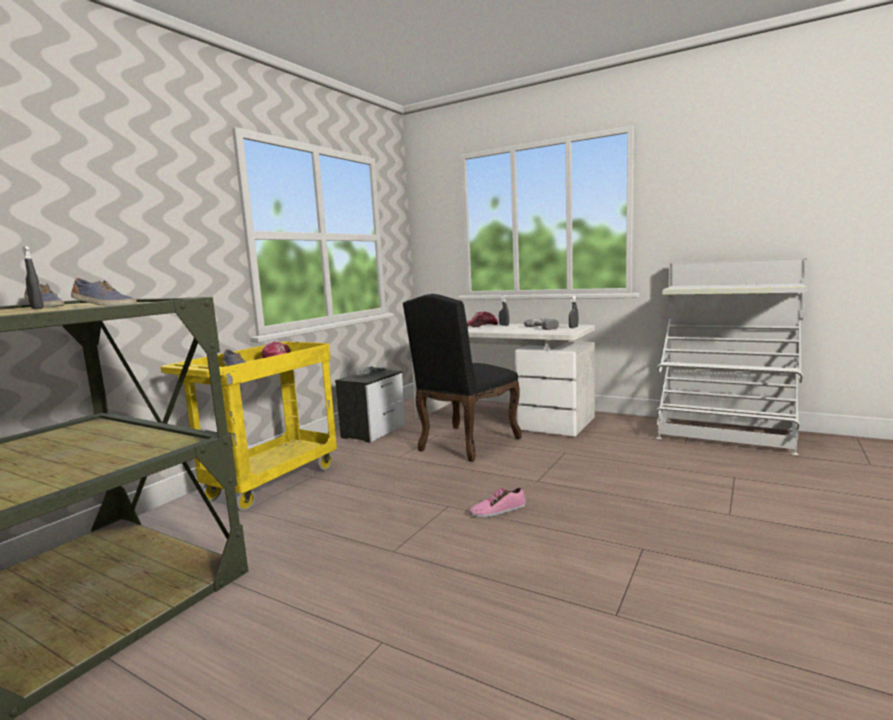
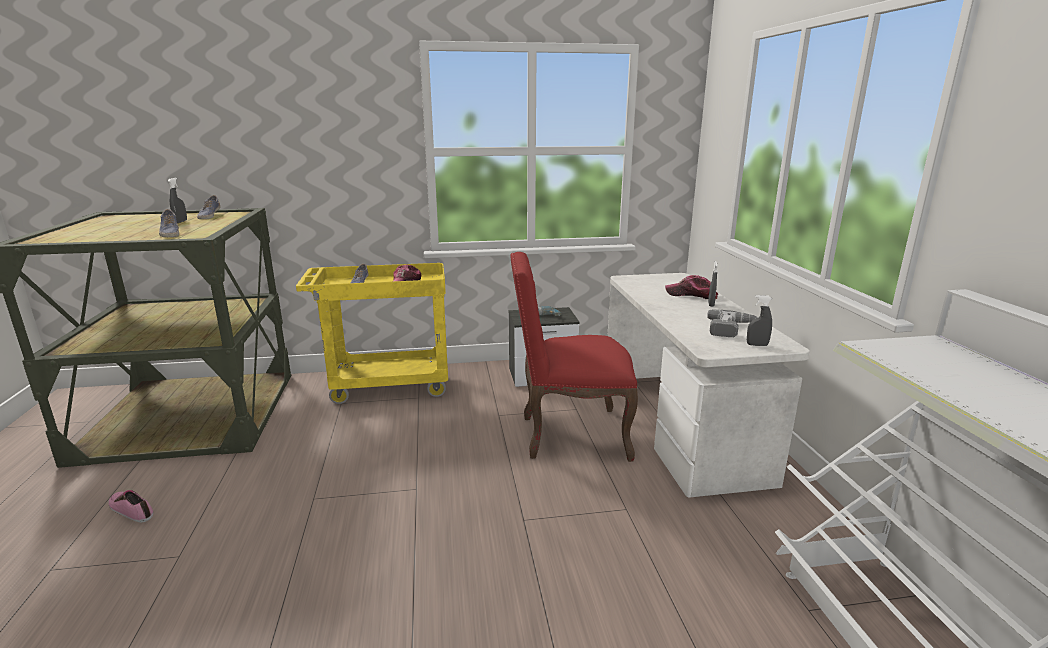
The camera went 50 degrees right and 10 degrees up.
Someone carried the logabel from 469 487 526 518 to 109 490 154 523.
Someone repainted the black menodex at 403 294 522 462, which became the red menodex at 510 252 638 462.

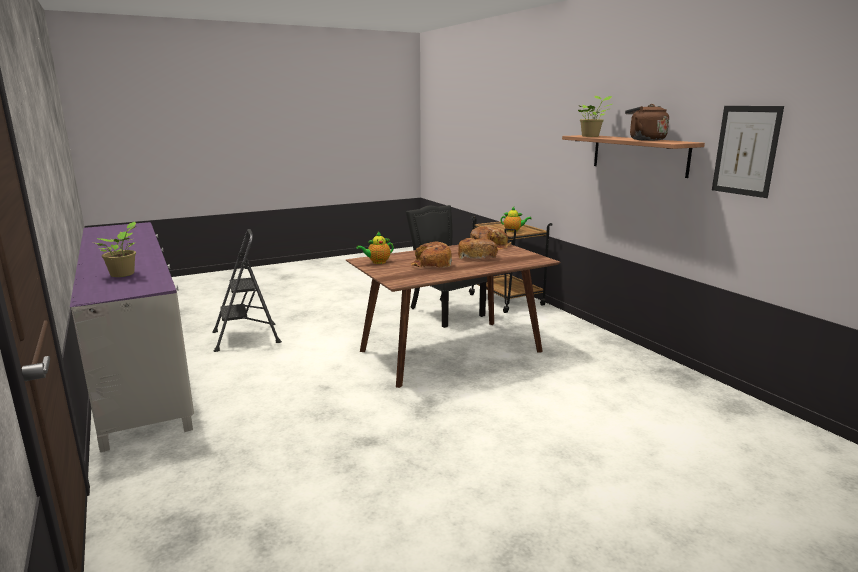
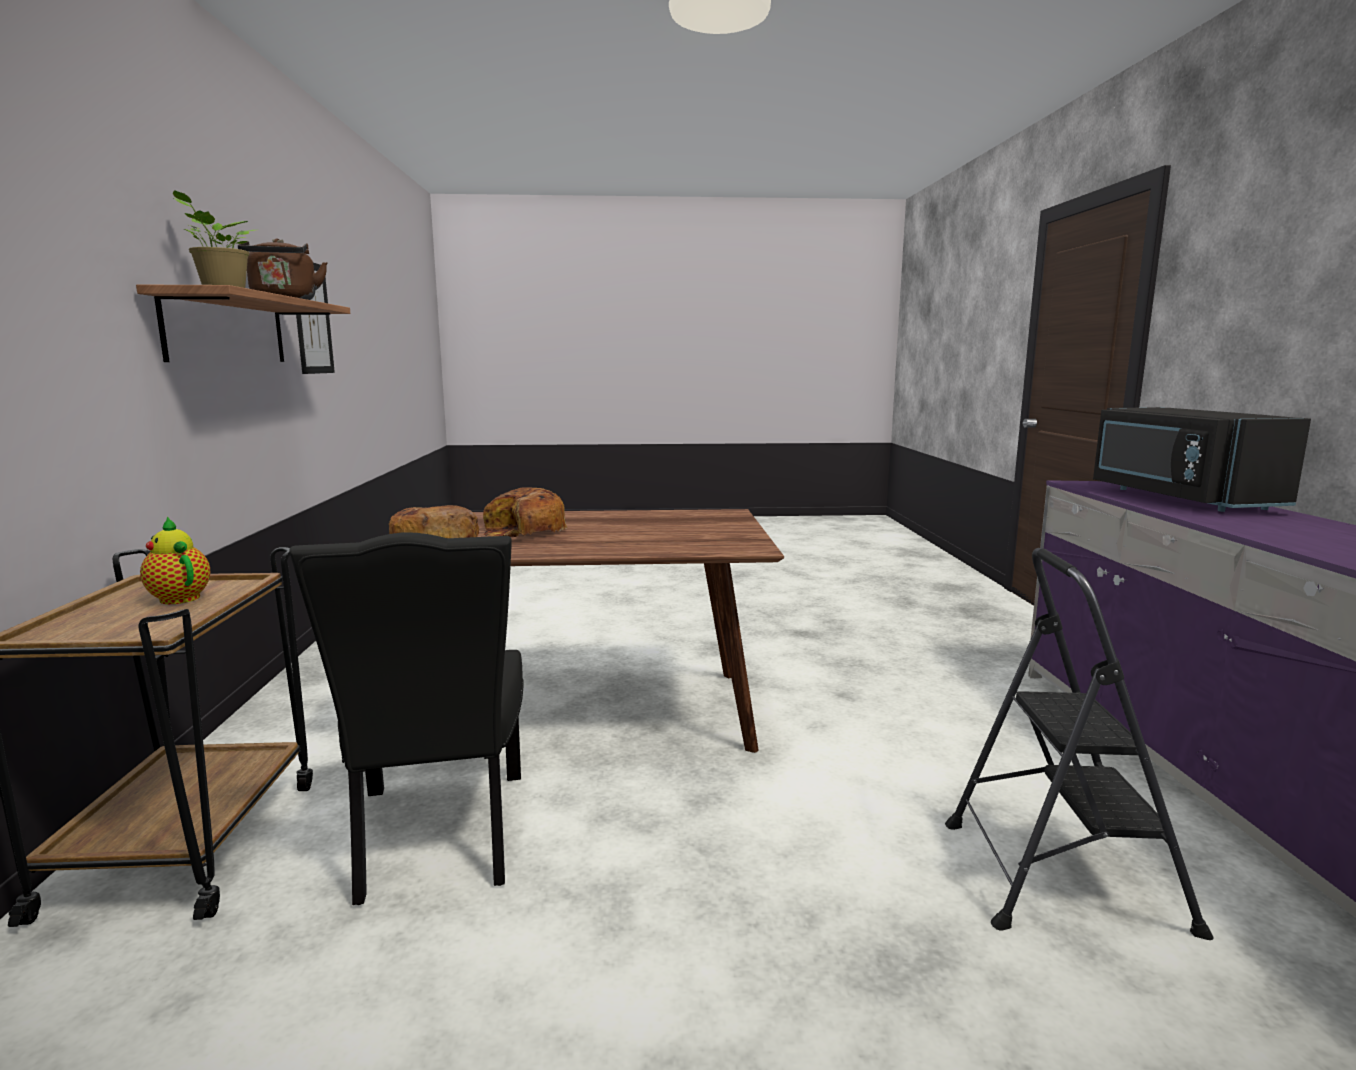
The camera went 155 degrees left and 5 degrees down.
Someone took away the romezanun at 357 232 394 264.
Someone took away the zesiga at 411 241 452 268.
Someone swapped the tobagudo at 96 222 136 277 for the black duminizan at 1093 407 1311 512.

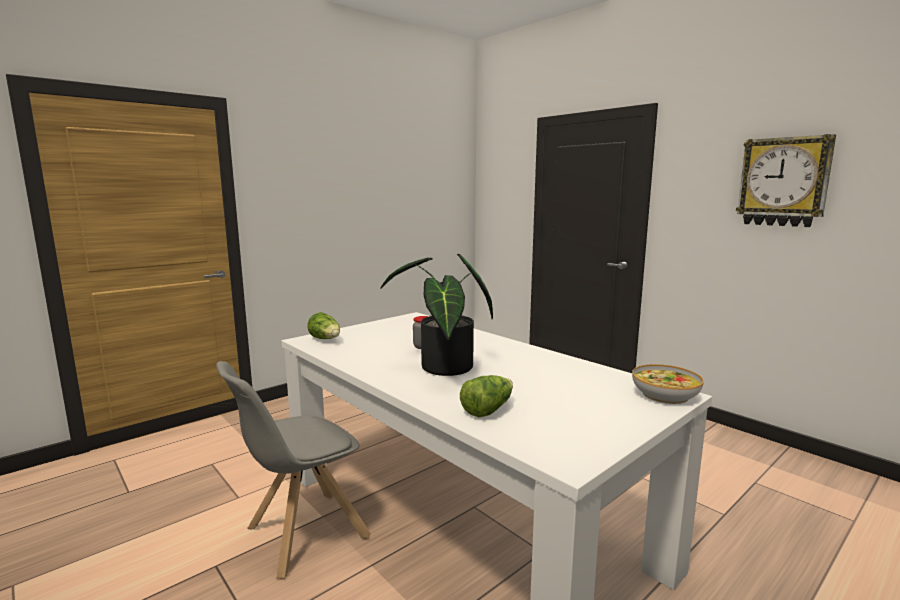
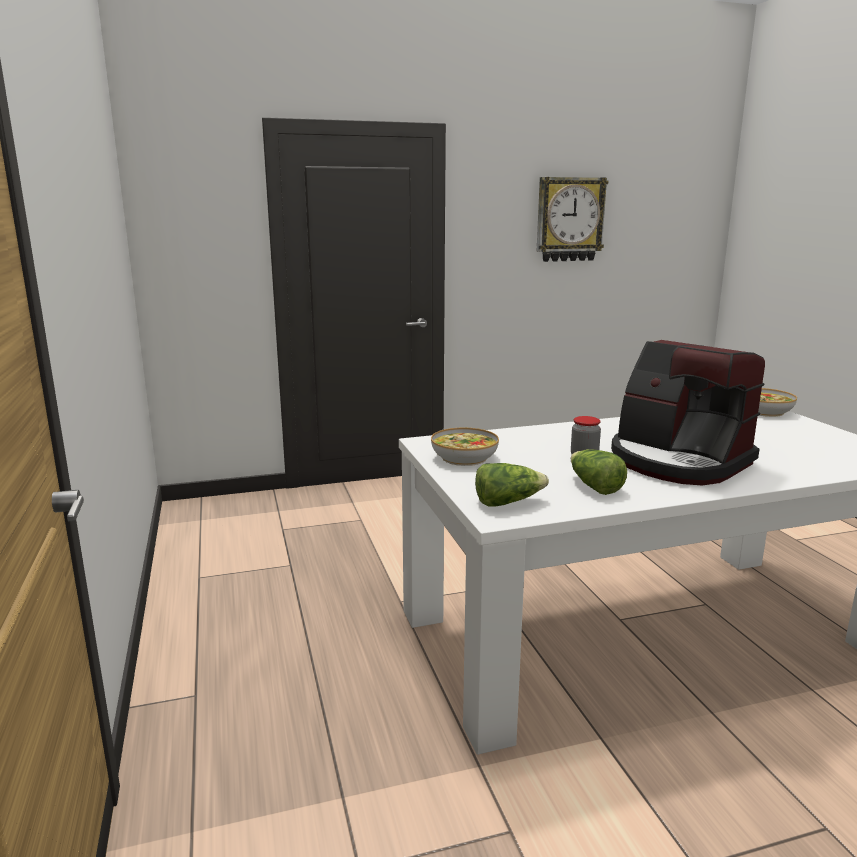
The camera went 65 degrees left and 5 degrees up.
Someone took away the grey menodex at 216 361 371 579.
Someone put down the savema at 431 428 499 466.
Someone carried the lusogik from 460 375 513 417 to 571 449 627 495.
Someone swapped the tobagudo at 380 254 493 376 for the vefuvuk at 611 340 765 486.

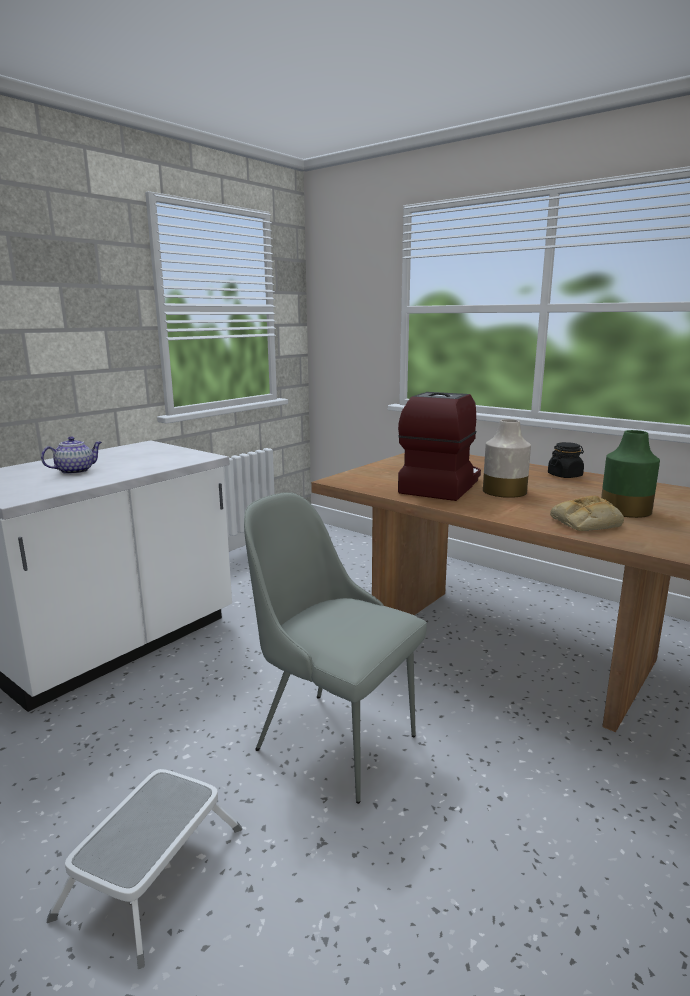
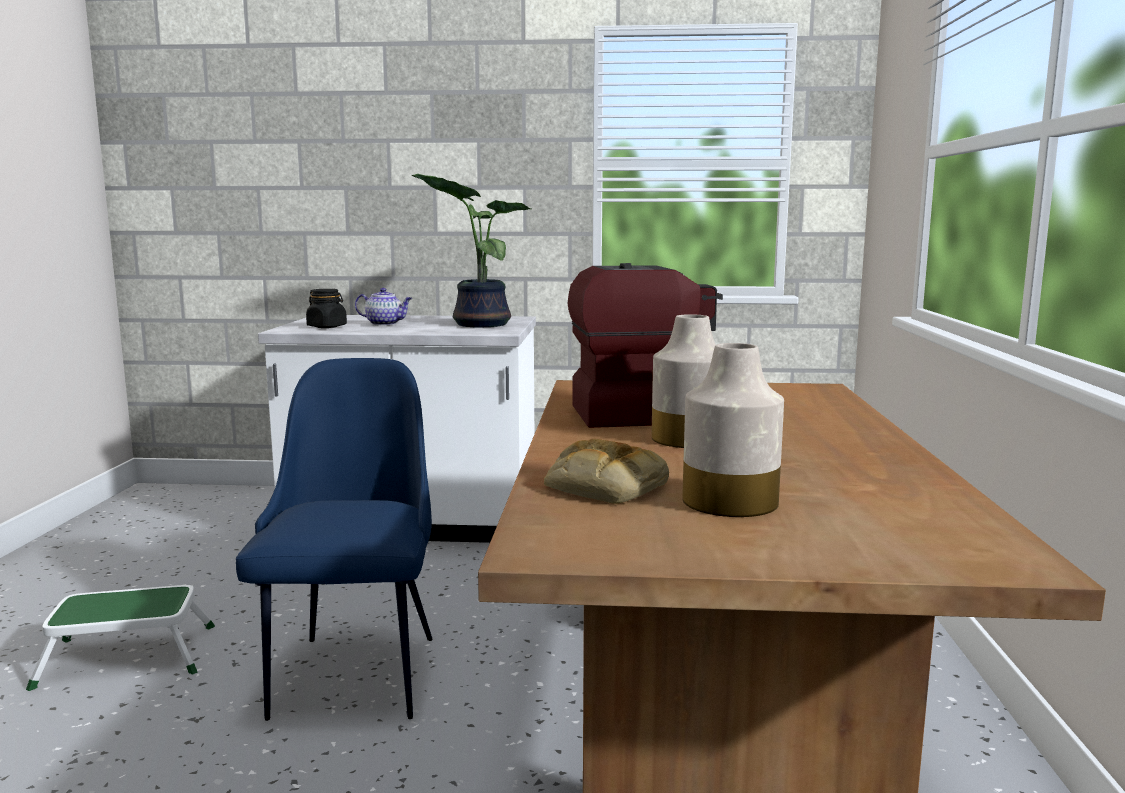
The camera went 55 degrees right and 5 degrees down.
Someone put down the tobagudo at 412 174 531 327.
Someone carried the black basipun from 548 442 584 478 to 306 289 347 328.
Someone repainted the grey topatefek at 47 769 242 969, which became the green topatefek at 26 585 215 691.
Someone repainted the grey menodex at 244 492 427 804, which became the blue menodex at 236 358 432 721.
Someone repainted the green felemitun at 601 430 660 518, which became the beige felemitun at 682 343 784 517.

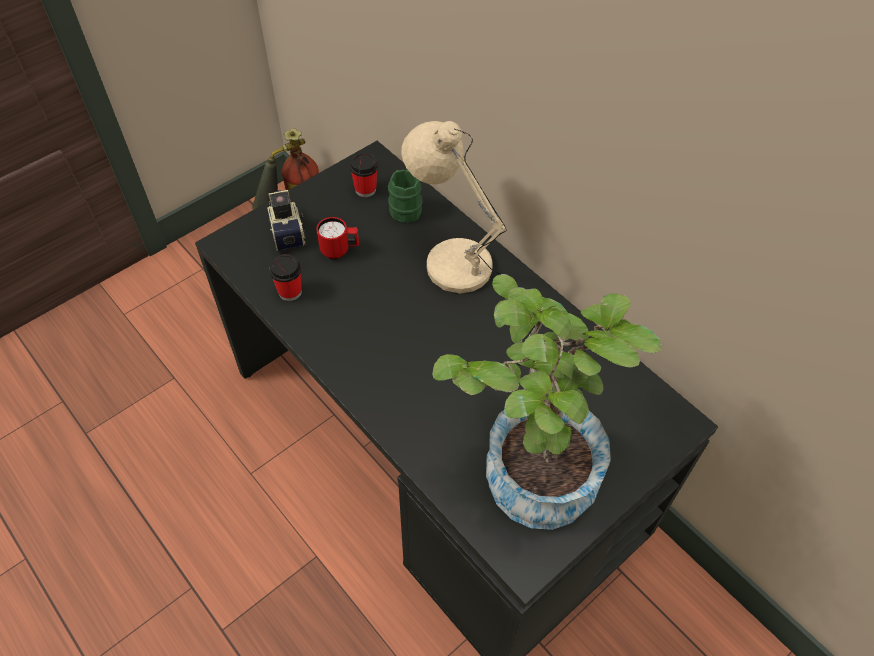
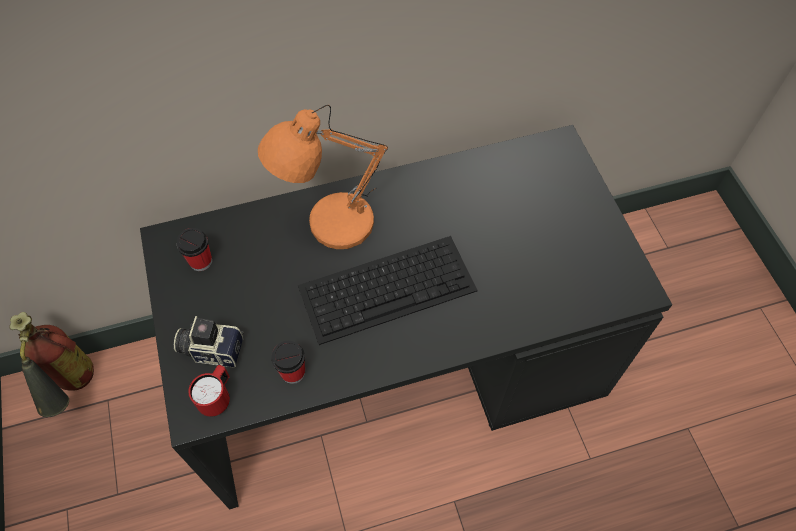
The camera went 65 degrees left and 5 degrees up.
Someone took away the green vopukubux at 388 170 423 223.
Someone took away the tobagudo at 432 274 662 530.
Someone put down the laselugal at 298 236 478 345.
Someone carried the red vopukubux from 316 217 359 259 to 188 365 230 417.
Someone repainted the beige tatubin at 401 121 515 294, which became the orange tatubin at 258 105 388 249.

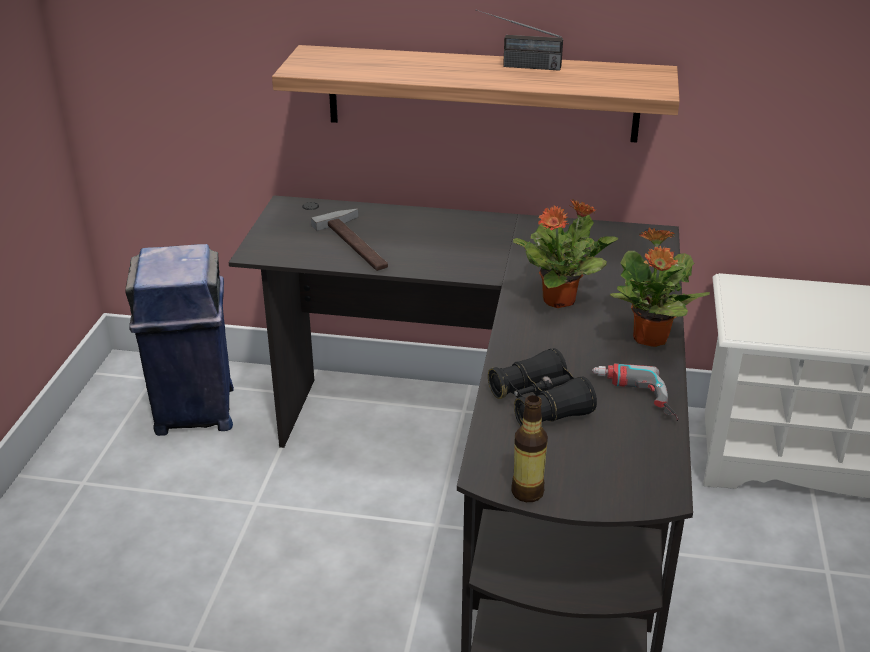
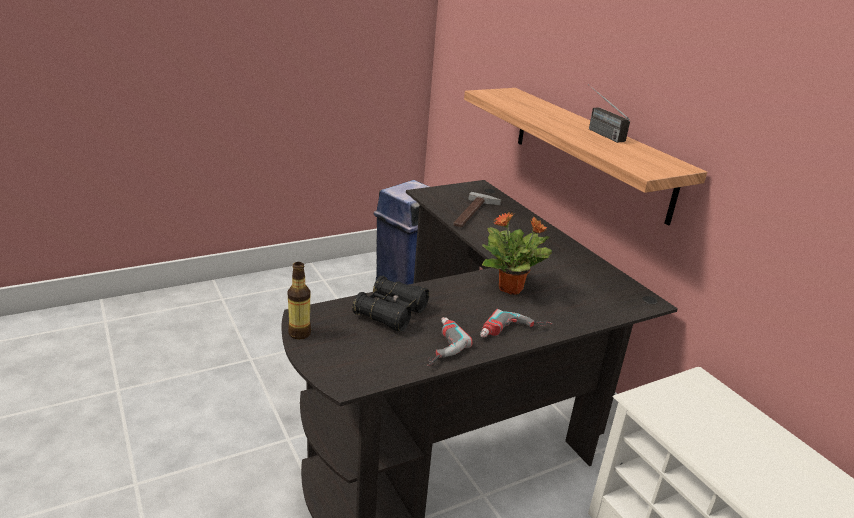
The camera went 50 degrees right and 5 degrees down.
Someone swapped the tobagudo at 610 228 710 347 for the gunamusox at 480 309 552 337.

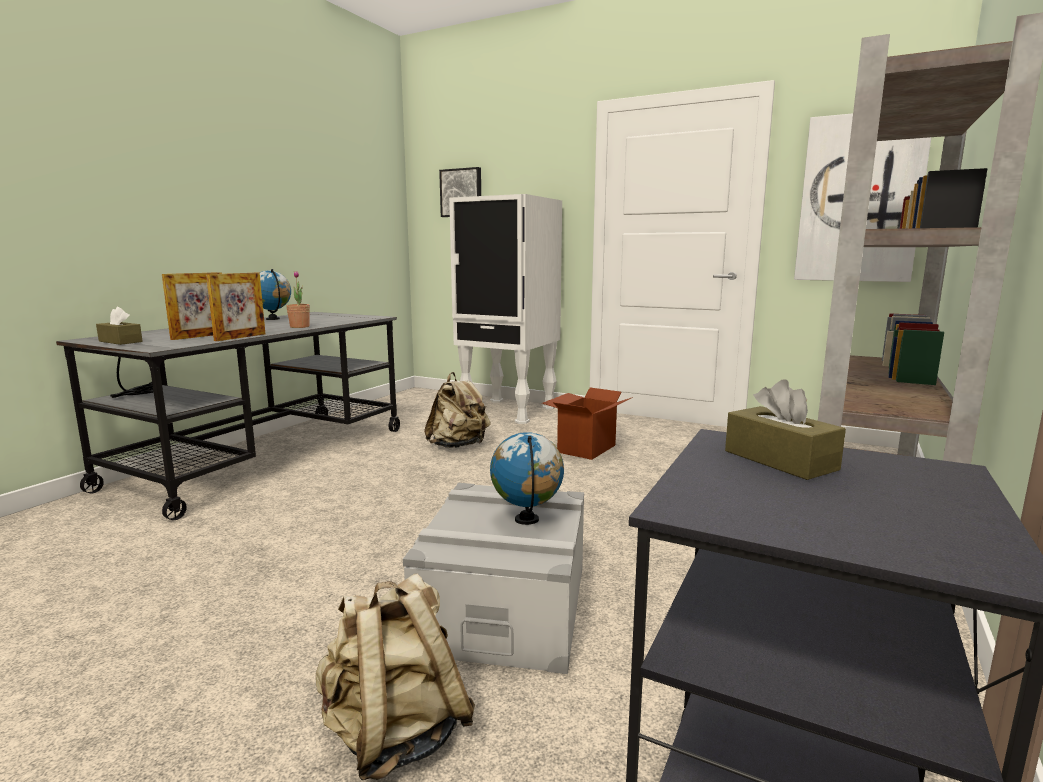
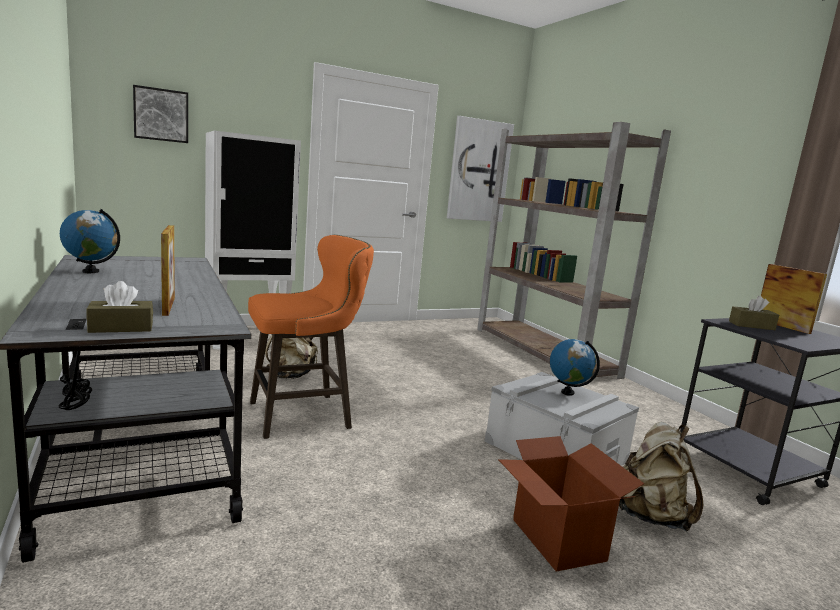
The camera went 55 degrees left and 0 degrees up.
Someone took away the tobagudo at 286 271 310 328.
Someone put down the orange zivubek at 248 235 374 439.
Someone carried the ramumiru from 206 273 265 341 to 761 264 827 334.
Someone carried the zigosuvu from 542 387 633 460 to 498 436 644 571.

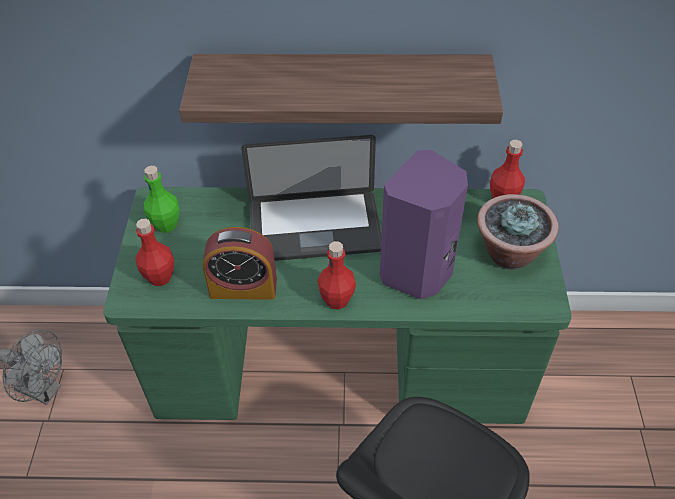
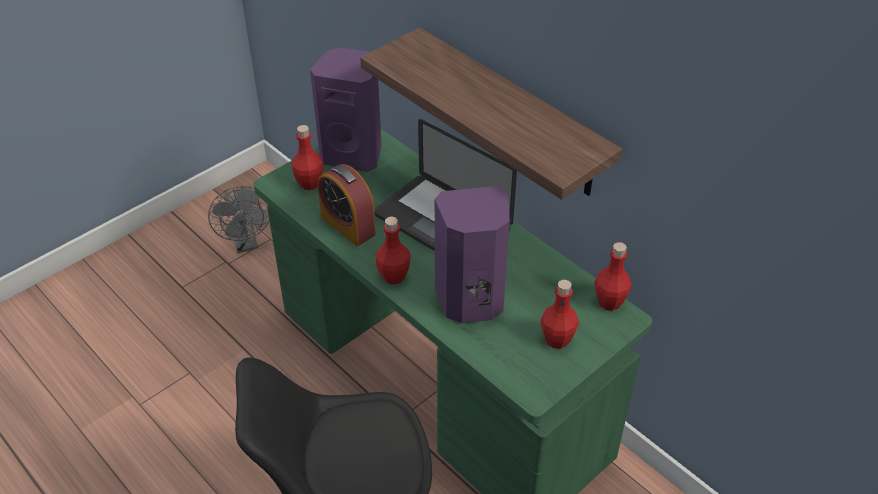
The camera went 45 degrees right and 5 degrees down.
Someone swapped the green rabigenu at 144 166 179 233 for the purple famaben at 310 48 382 172.
Someone swapped the tobagudo at 477 194 559 270 for the red rabigenu at 541 280 579 349.

